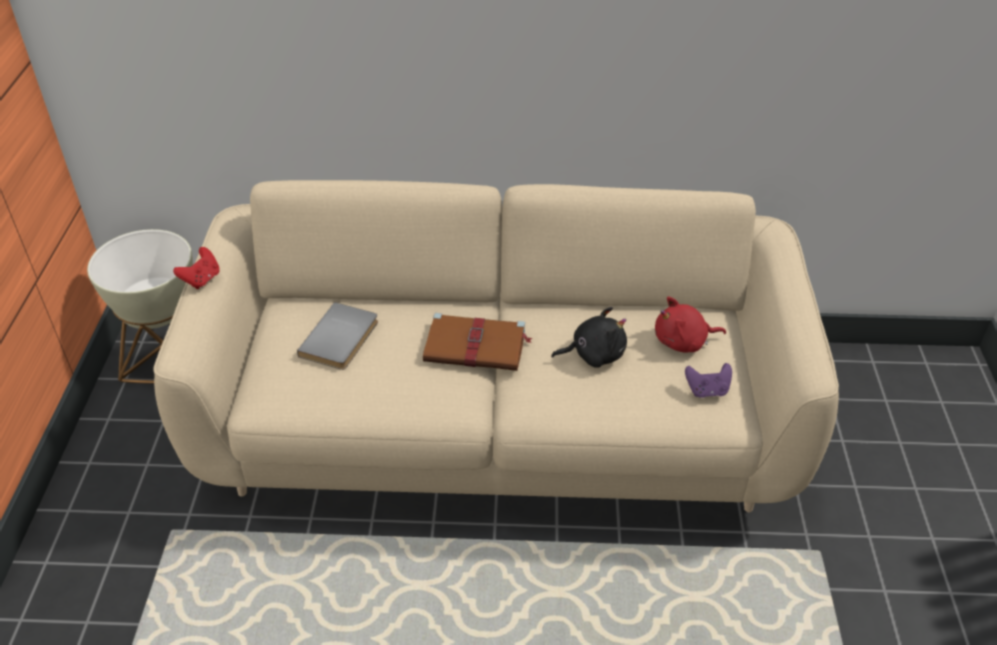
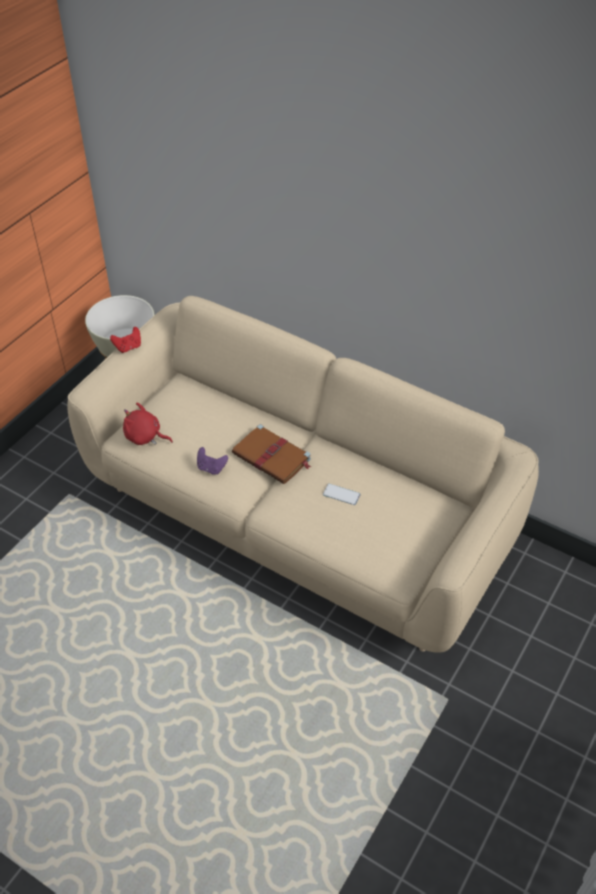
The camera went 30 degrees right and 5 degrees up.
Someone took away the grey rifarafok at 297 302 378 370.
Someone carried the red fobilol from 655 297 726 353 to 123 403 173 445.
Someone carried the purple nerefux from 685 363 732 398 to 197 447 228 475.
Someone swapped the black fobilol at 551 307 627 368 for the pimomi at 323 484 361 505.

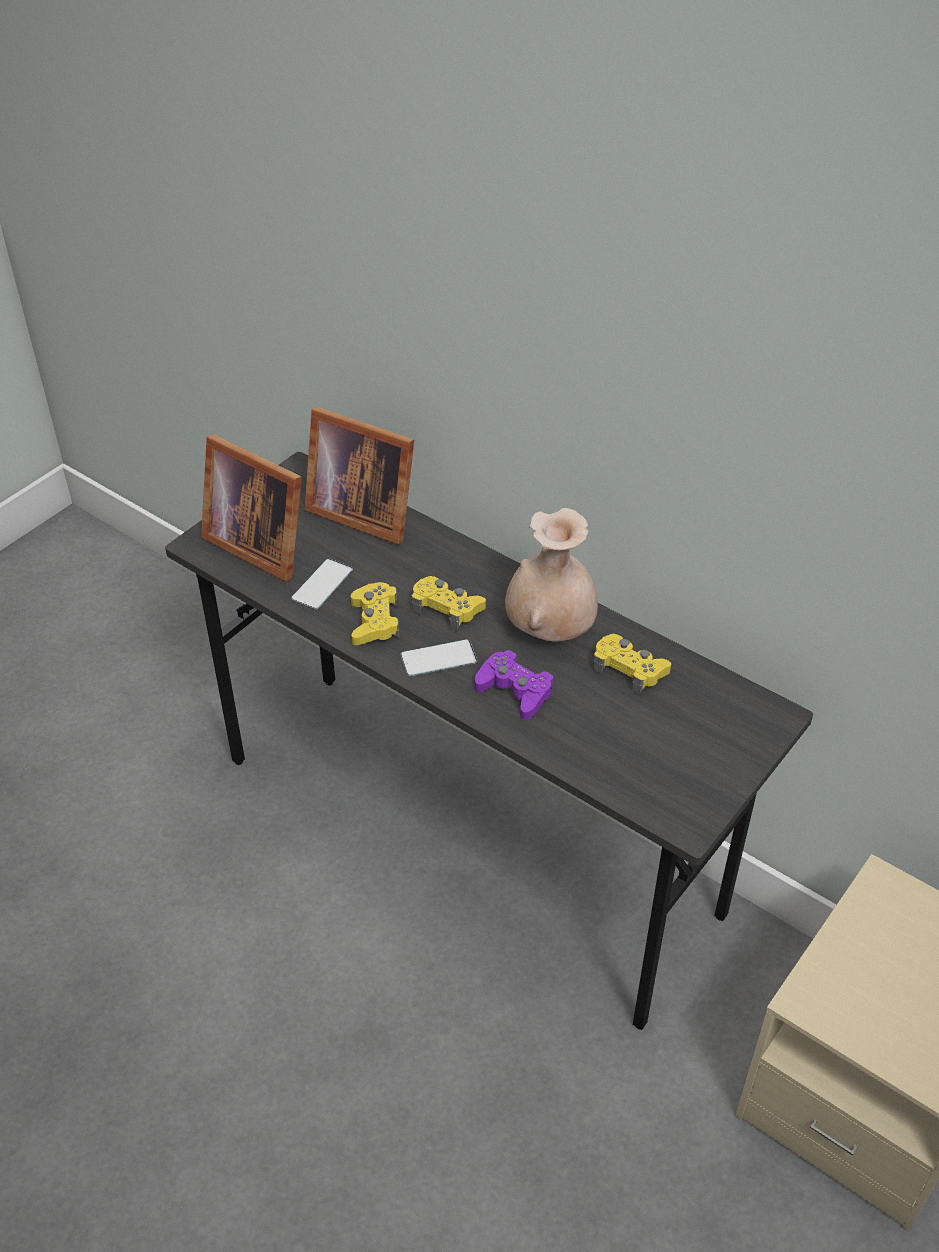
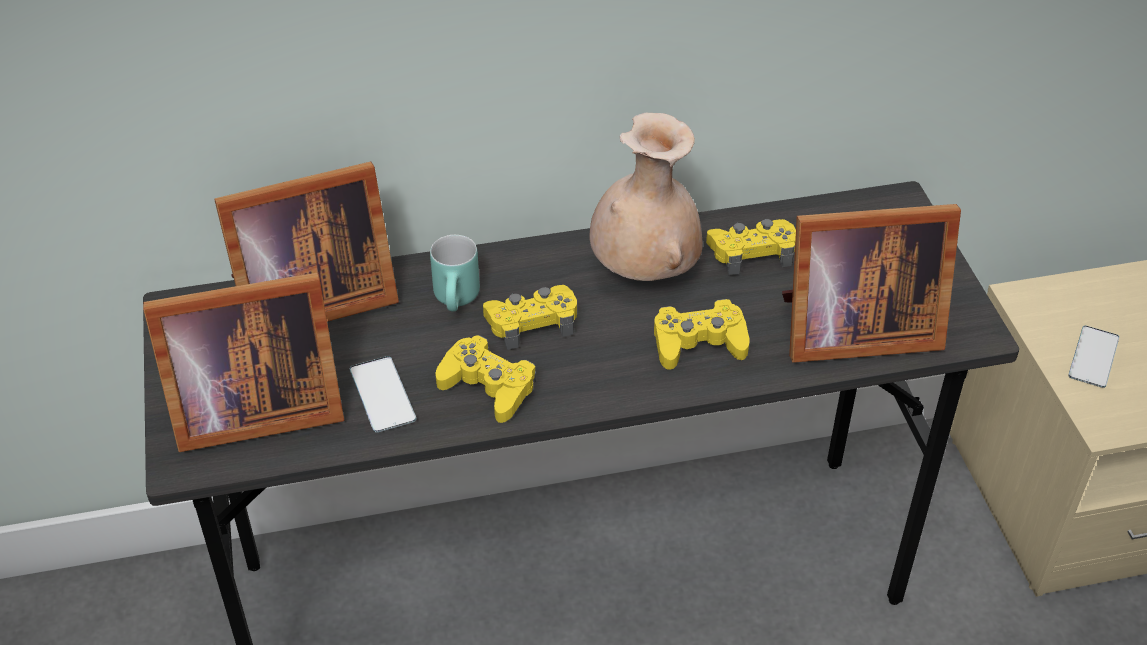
The camera went 50 degrees left and 0 degrees up.
Someone put down the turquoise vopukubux at 430 235 480 312.
Someone put down the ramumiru at 782 204 961 363.
Someone carried the pimomi from 401 639 478 676 to 1068 326 1119 388.
Someone repainted the purple nerefux at 475 650 553 720, which became the yellow nerefux at 654 299 750 370.

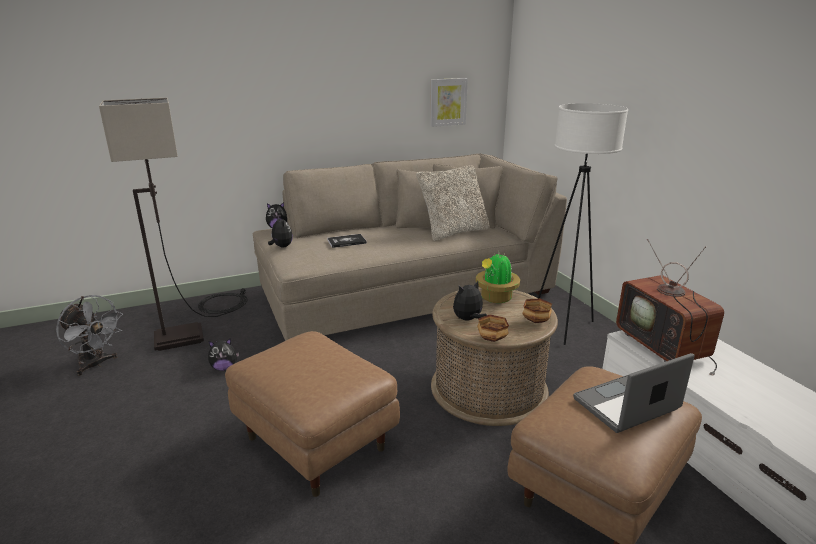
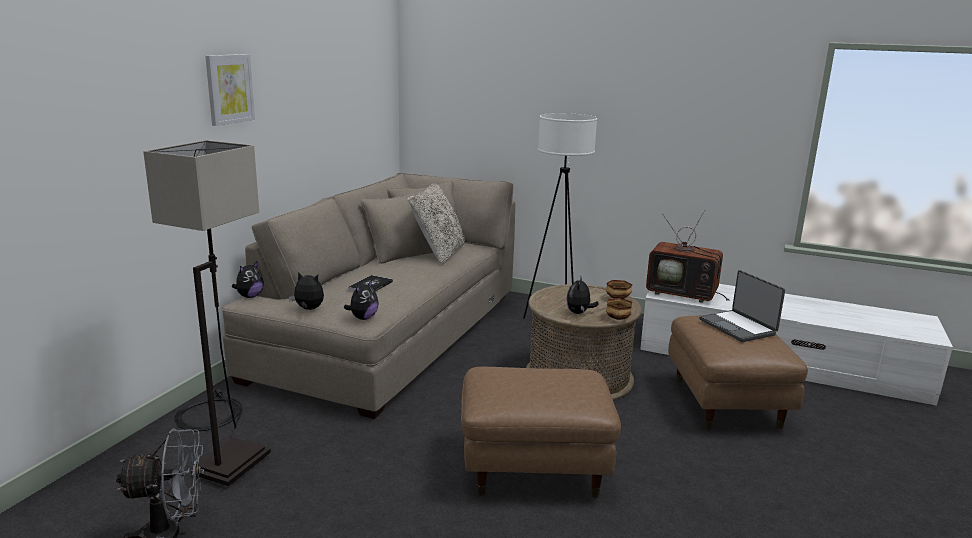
The camera went 45 degrees left and 5 degrees down.
Someone took away the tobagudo at 476 252 520 303.
Someone carried the fobilol from 208 339 239 371 to 344 280 379 320.
Someone carried the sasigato from 430 78 468 127 to 205 54 255 126.
Someone rotated the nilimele at 573 353 694 433 by 45 degrees counterclockwise.

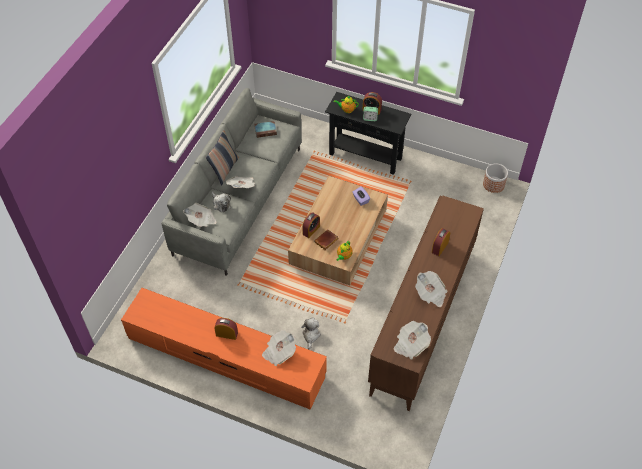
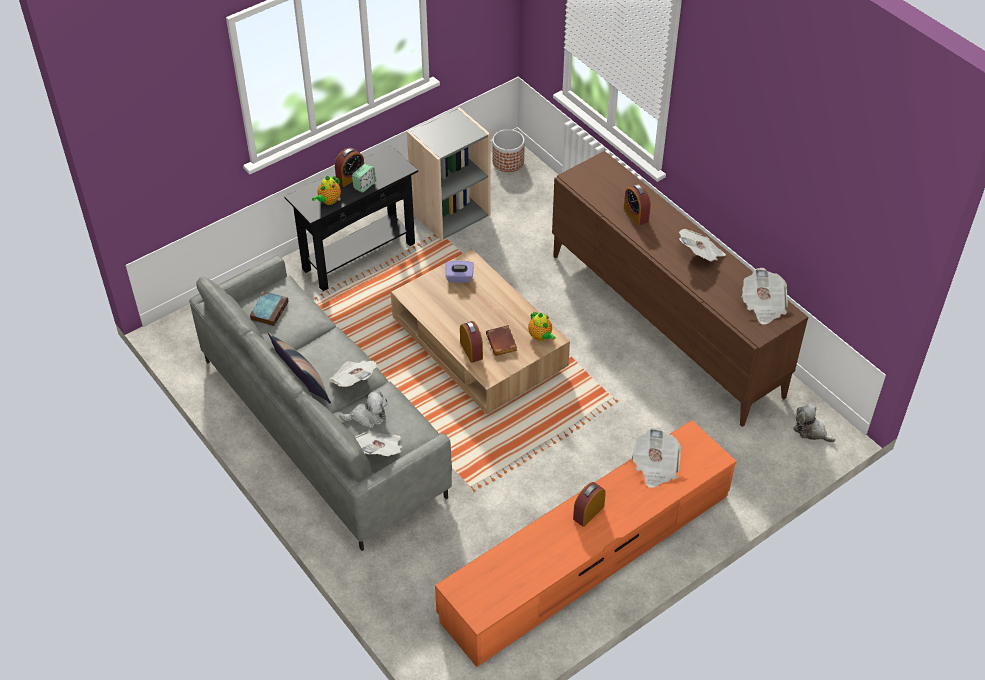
The camera went 60 degrees left and 5 degrees down.
Someone put down the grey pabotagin at 407 106 491 240.
Someone carried the fobilol from 301 318 321 349 to 793 403 836 442.

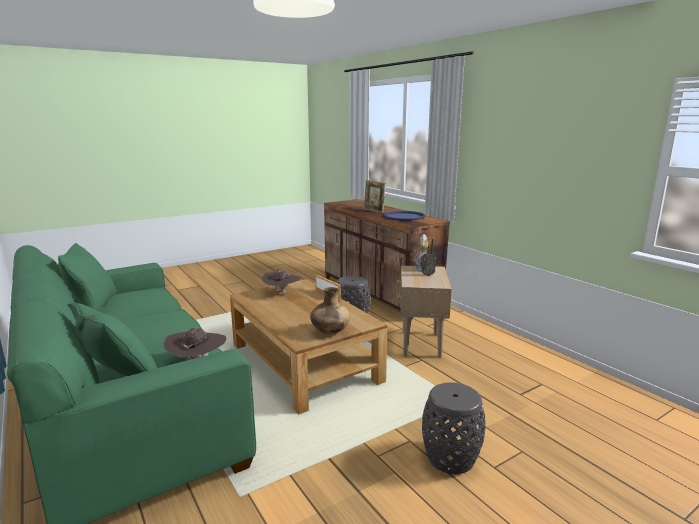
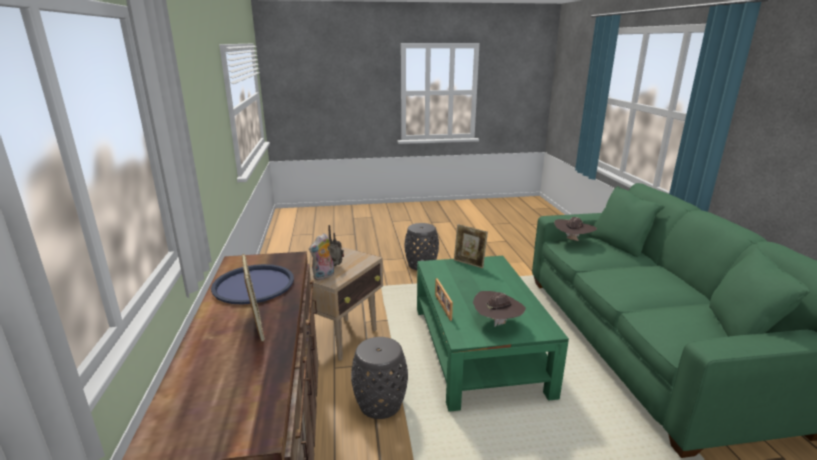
The camera went 155 degrees left and 5 degrees up.
Someone swapped the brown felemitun at 310 287 351 334 for the ramumiru at 454 224 488 268.
Someone repainted the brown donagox at 230 279 387 415, which became the green donagox at 417 256 569 412.

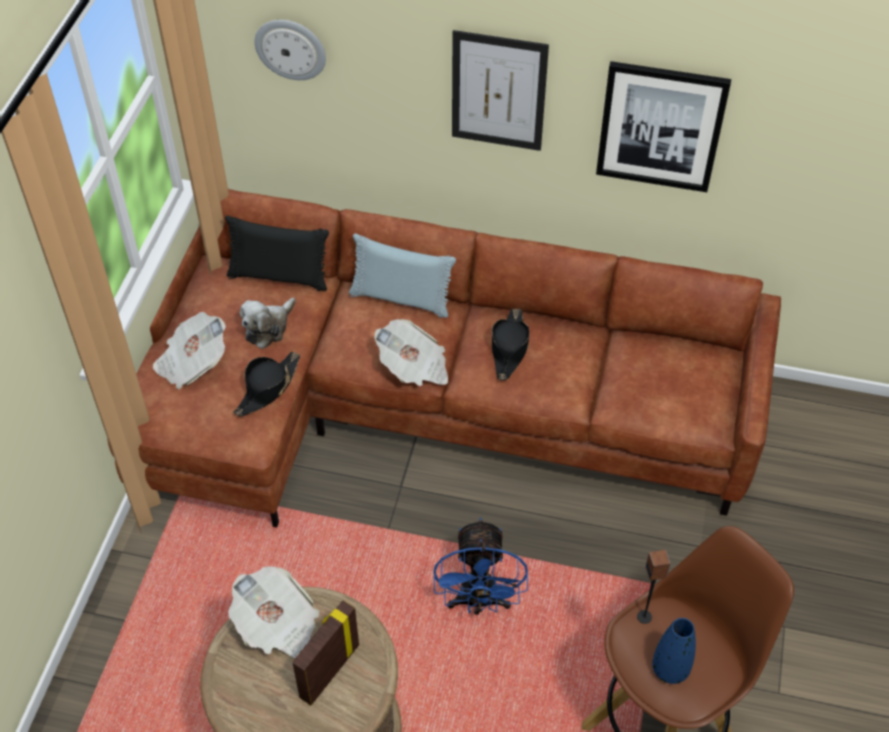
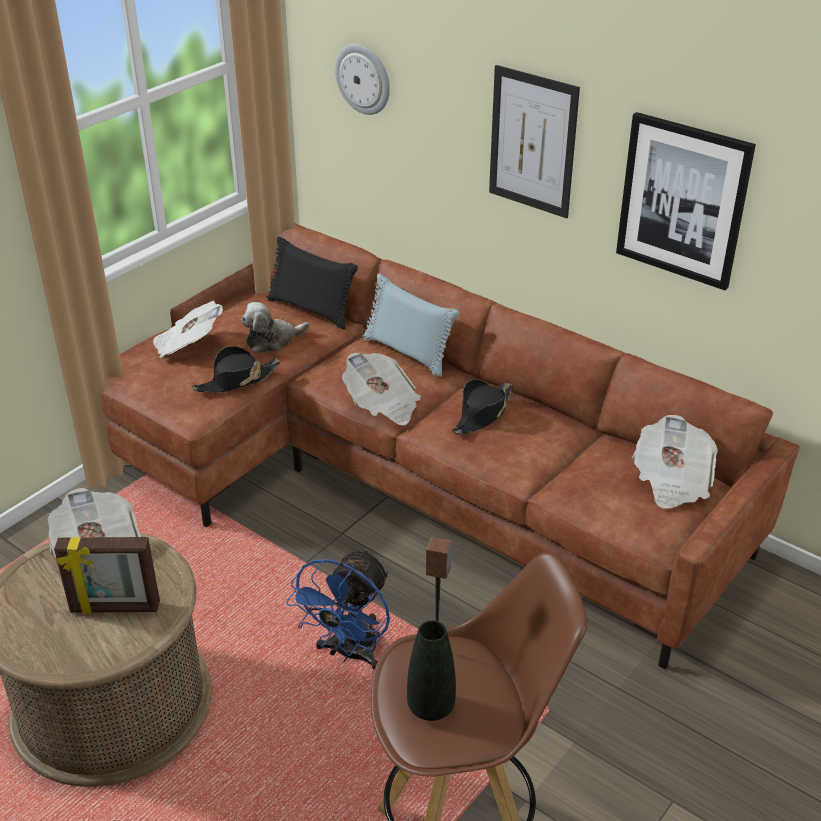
The camera went 25 degrees right and 15 degrees down.
Someone put down the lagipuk at 632 415 718 509.
Someone repainted the blue felemitun at 652 618 696 684, which became the black felemitun at 407 620 456 721.
Someone rotated the ramumiru at 292 600 359 705 by 150 degrees counterclockwise.

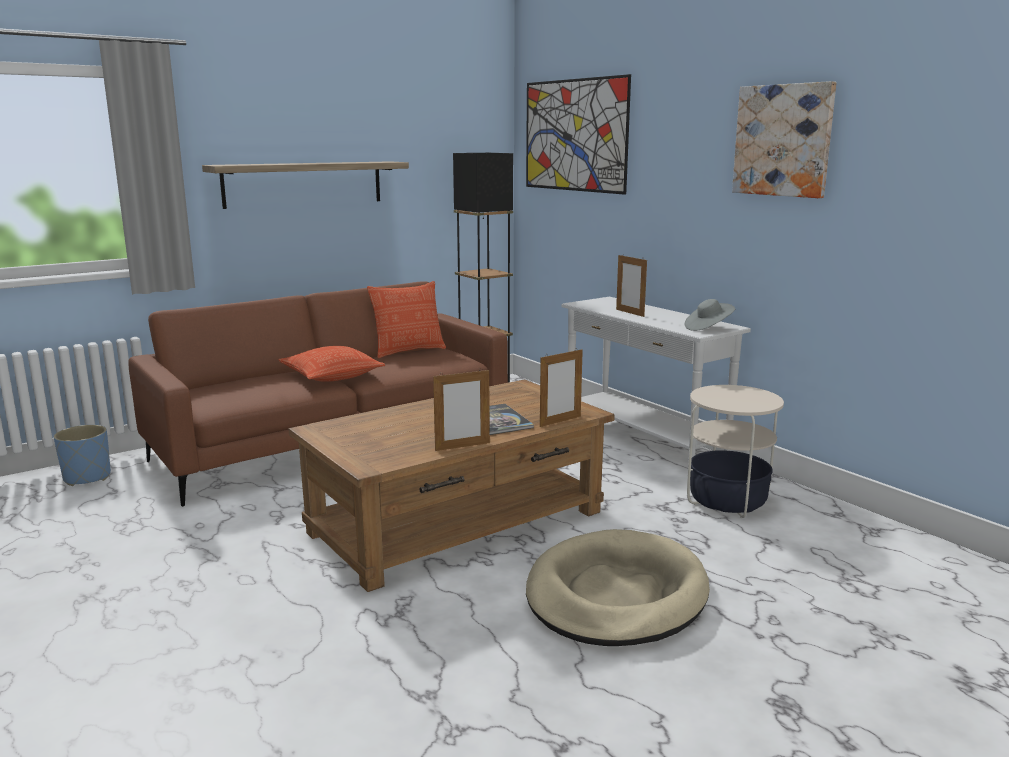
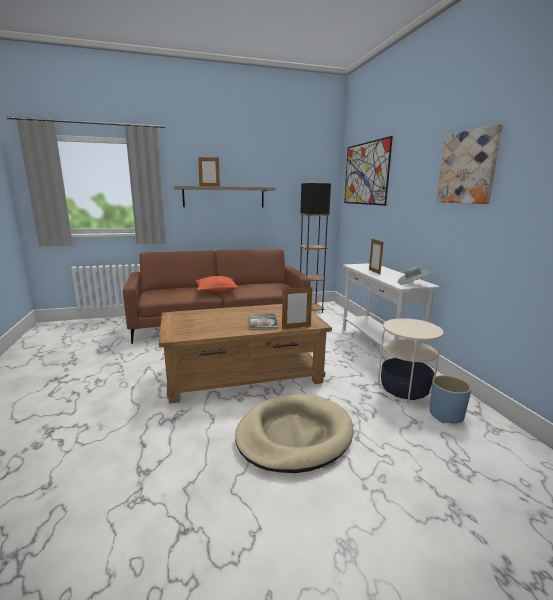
The camera went 20 degrees right and 0 degrees up.
Someone took away the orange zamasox at 367 281 446 358.
Someone carried the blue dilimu from 54 425 111 486 to 430 375 472 424.
Someone carried the ramumiru from 433 368 490 451 to 198 156 220 186.

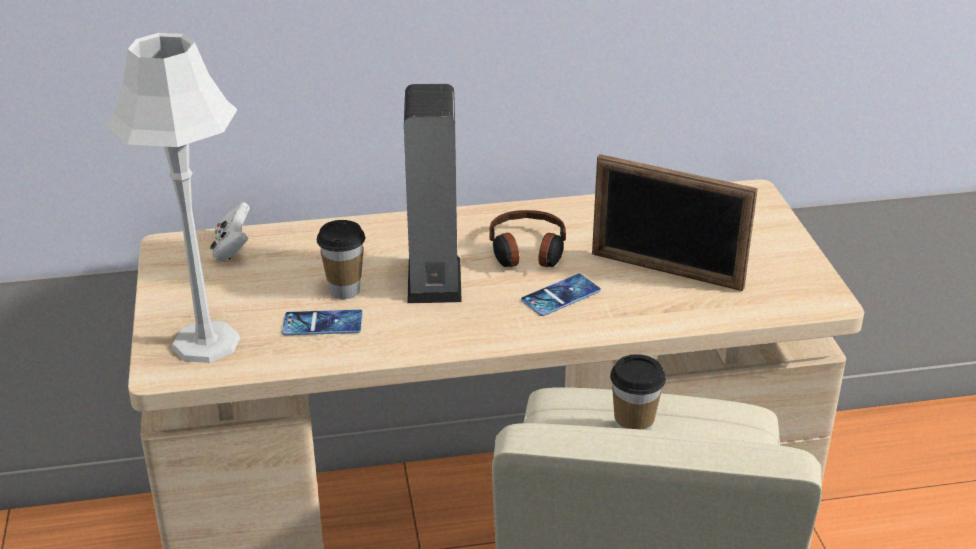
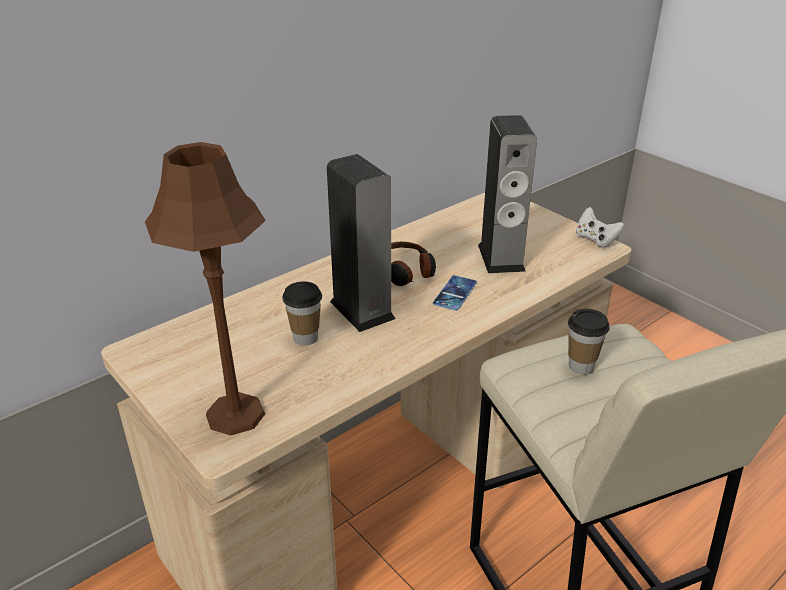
The camera went 30 degrees left and 0 degrees up.
Someone took away the pimomi at 282 309 363 335.
Someone carried the white nerefux from 210 202 250 262 to 576 207 625 248.
Someone swapped the ramumiru at 592 154 758 291 for the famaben at 478 115 537 273.
Someone repainted the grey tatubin at 105 33 240 363, which became the brown tatubin at 145 142 266 435.

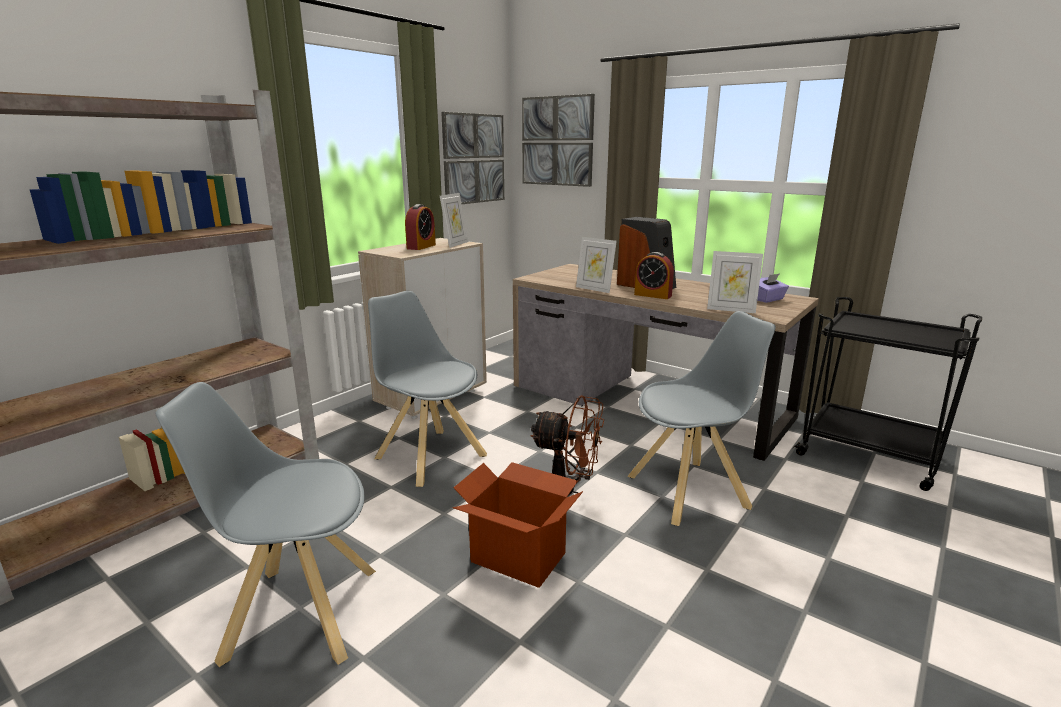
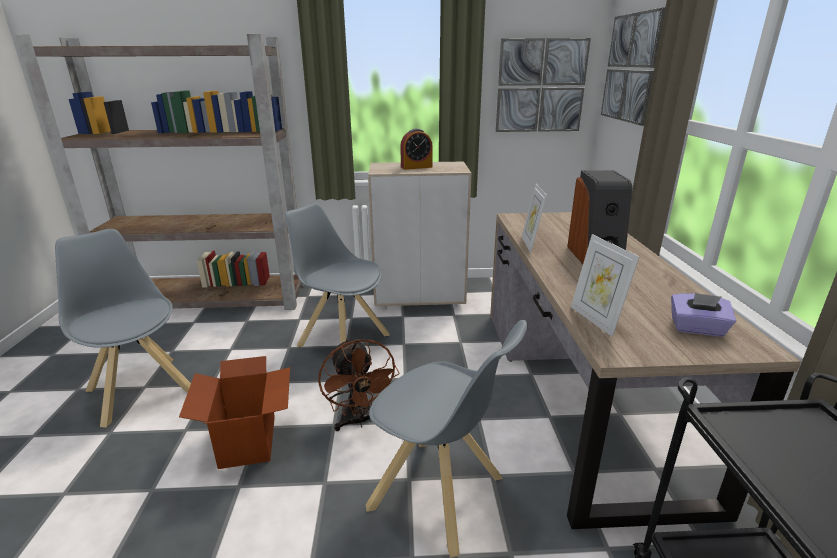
The camera went 50 degrees right and 5 degrees up.
Someone took away the ramumiru at 440 193 468 248.
Someone took away the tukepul at 634 252 674 299.
Someone rotated the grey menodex at 368 291 487 487 by 60 degrees counterclockwise.

